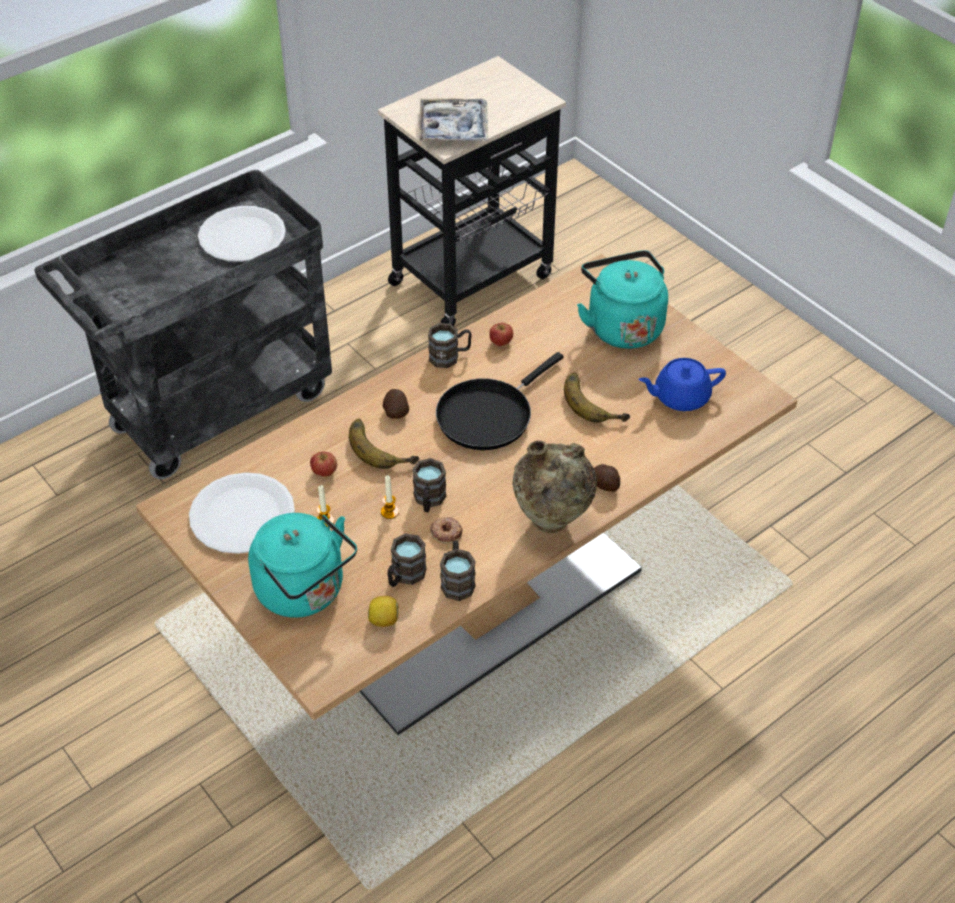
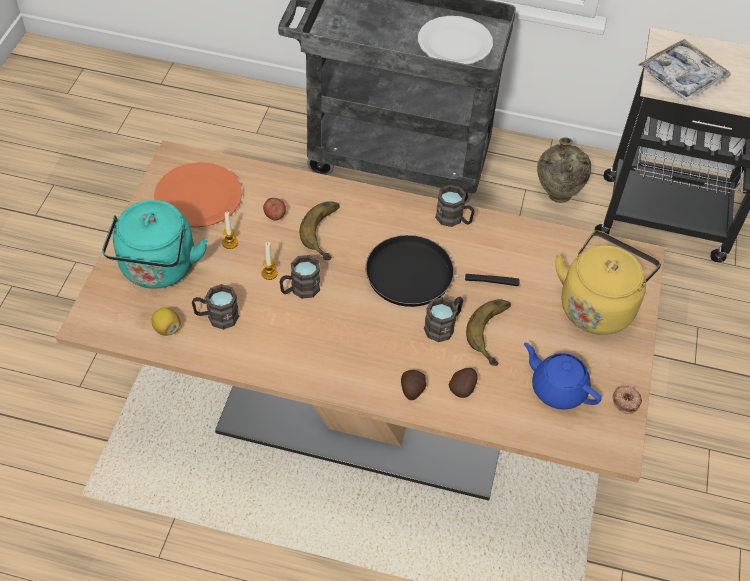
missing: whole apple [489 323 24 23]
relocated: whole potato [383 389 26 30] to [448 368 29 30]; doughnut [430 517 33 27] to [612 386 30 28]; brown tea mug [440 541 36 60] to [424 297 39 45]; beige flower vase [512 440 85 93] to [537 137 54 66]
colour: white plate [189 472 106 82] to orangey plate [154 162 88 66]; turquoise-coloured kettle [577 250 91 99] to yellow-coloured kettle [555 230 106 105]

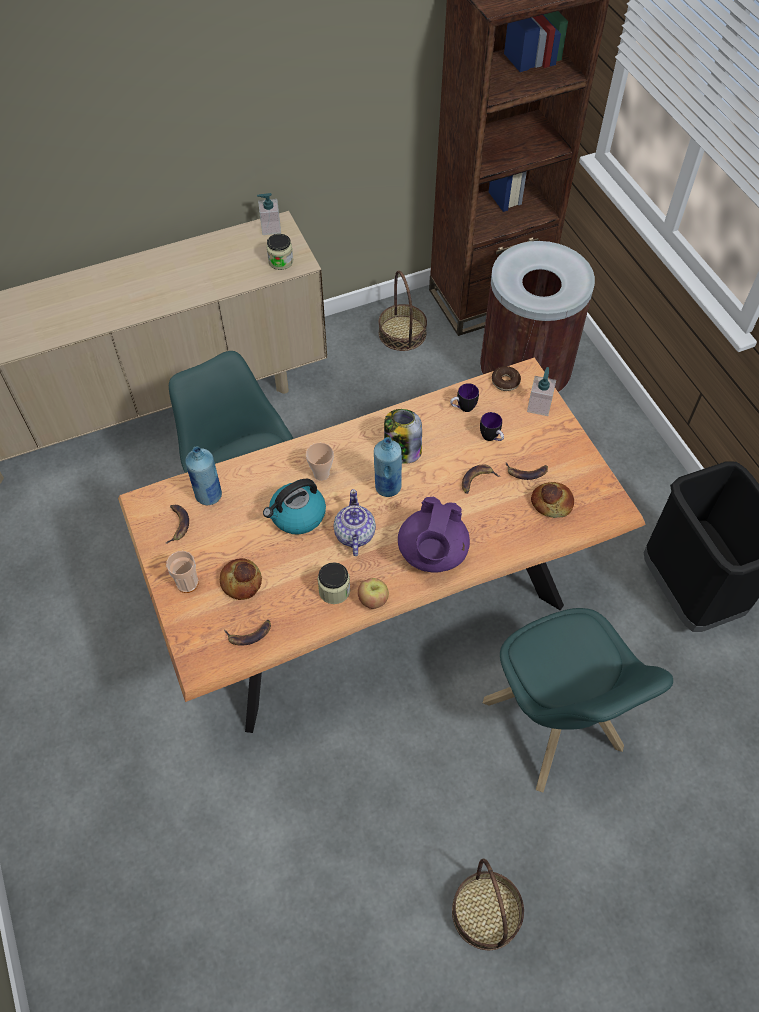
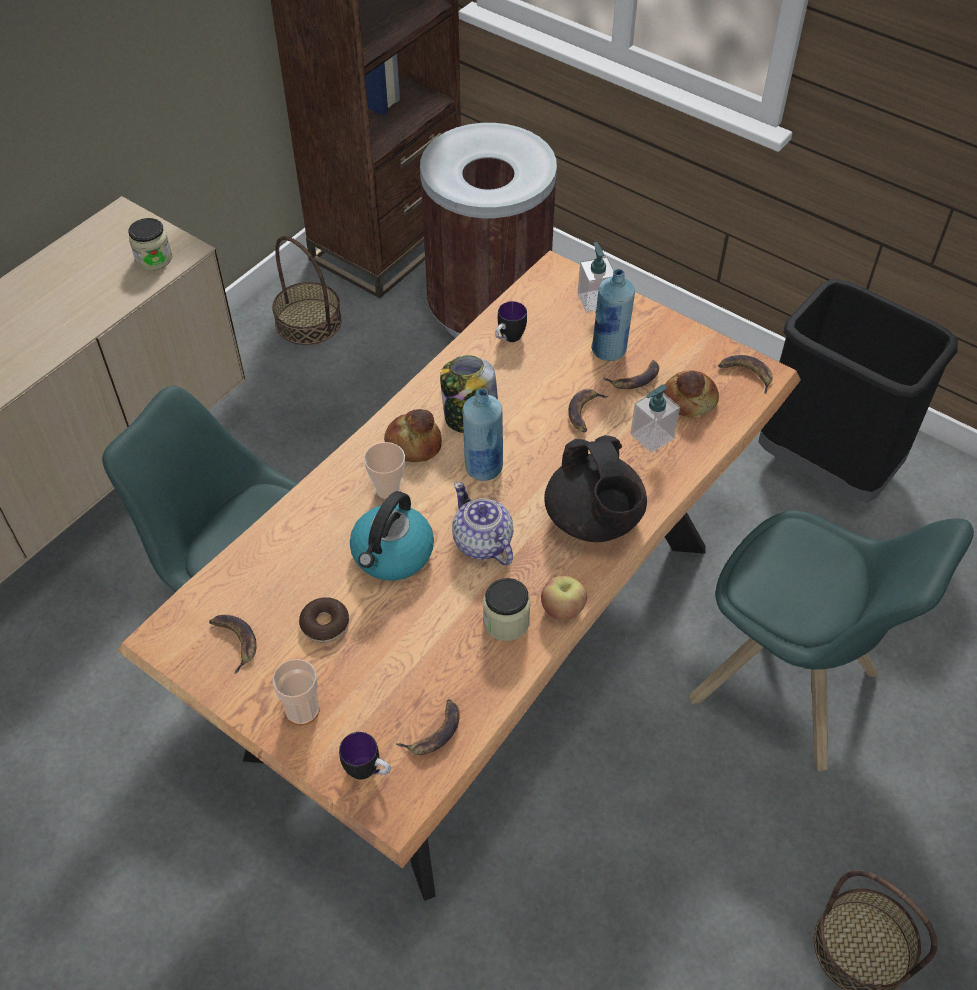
appeared: banana [718 355 55 39]
relocated: blue-coloured drink bottle [185 446 37 59] to [591 269 44 92]; bakery bread [220 558 42 42] to [384 409 58 53]; soap dispenser [257 193 24 42] to [630 384 50 69]; tea mug [480 412 24 29] to [339 732 52 48]; doughnut [492 366 29 25] to [299 597 50 46]
colour: purple tea pot [398 496 72 76] to blackish tea pot [544 435 103 107]

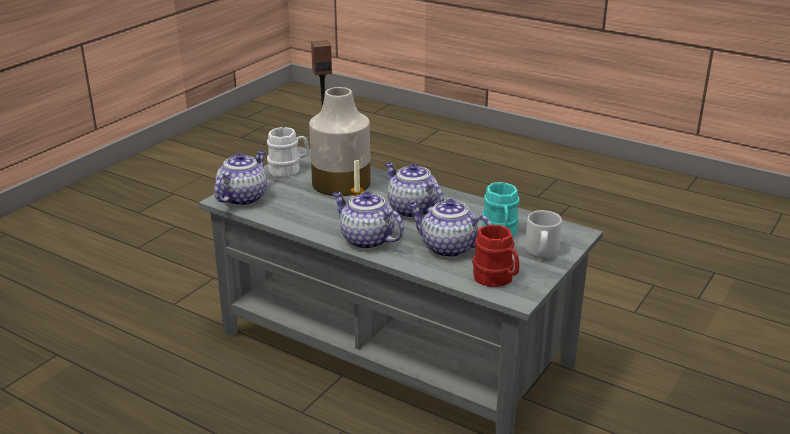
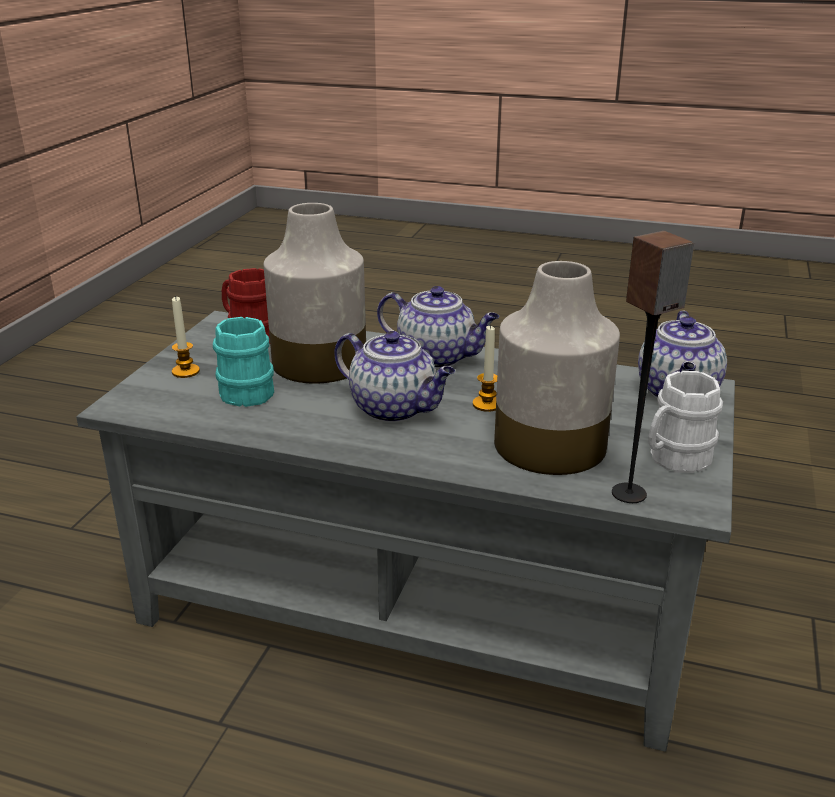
exchanged: tea pot [408 199 84 59] to beige flower vase [264 203 102 181]; gray tea mug [525 210 37 48] to candle [172 296 28 82]

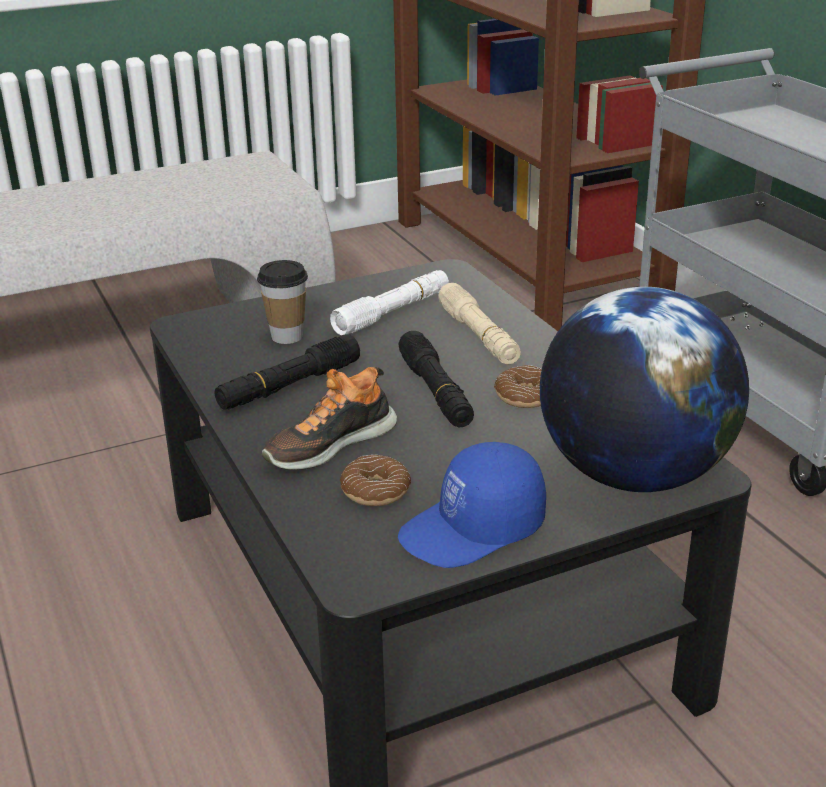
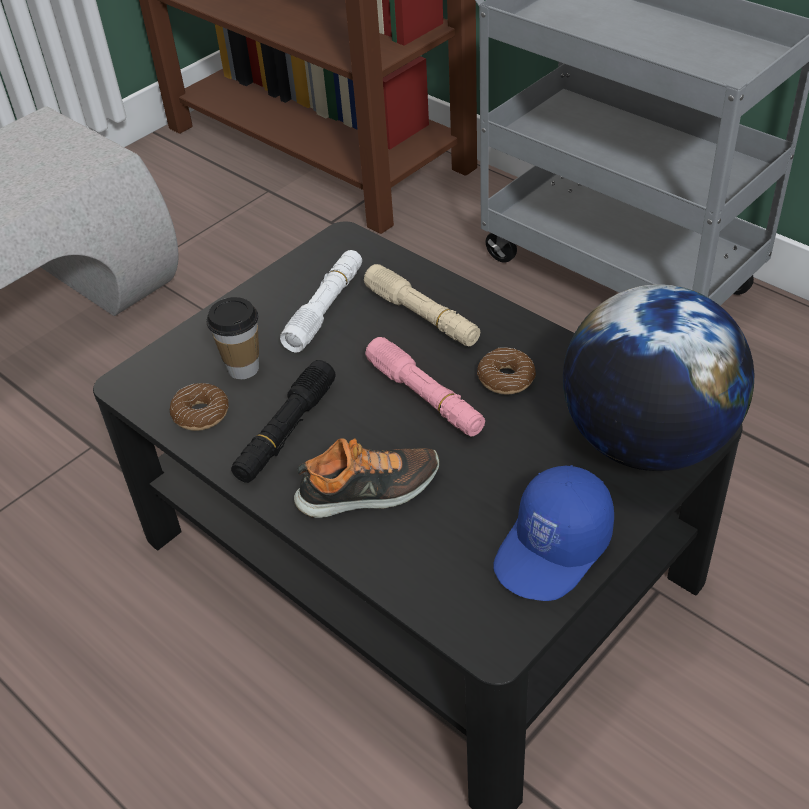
relocated: doughnut [340 455 71 51] to [170 383 59 48]
colour: blackish hand torch [398 331 76 96] to pink hand torch [365 337 120 99]
spun: shoe [262 367 135 103] = [294 438 145 80] 135 degrees counterclockwise

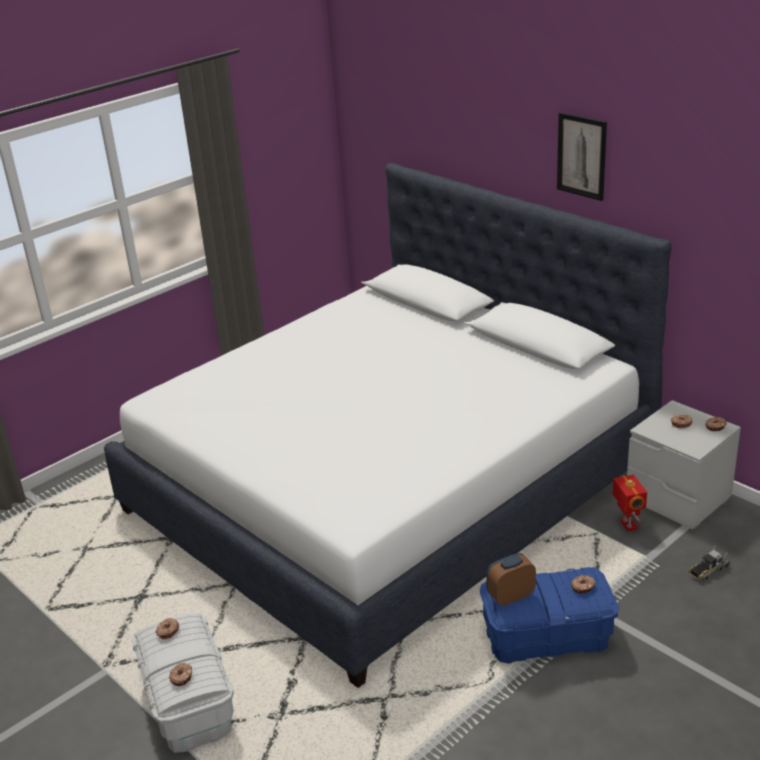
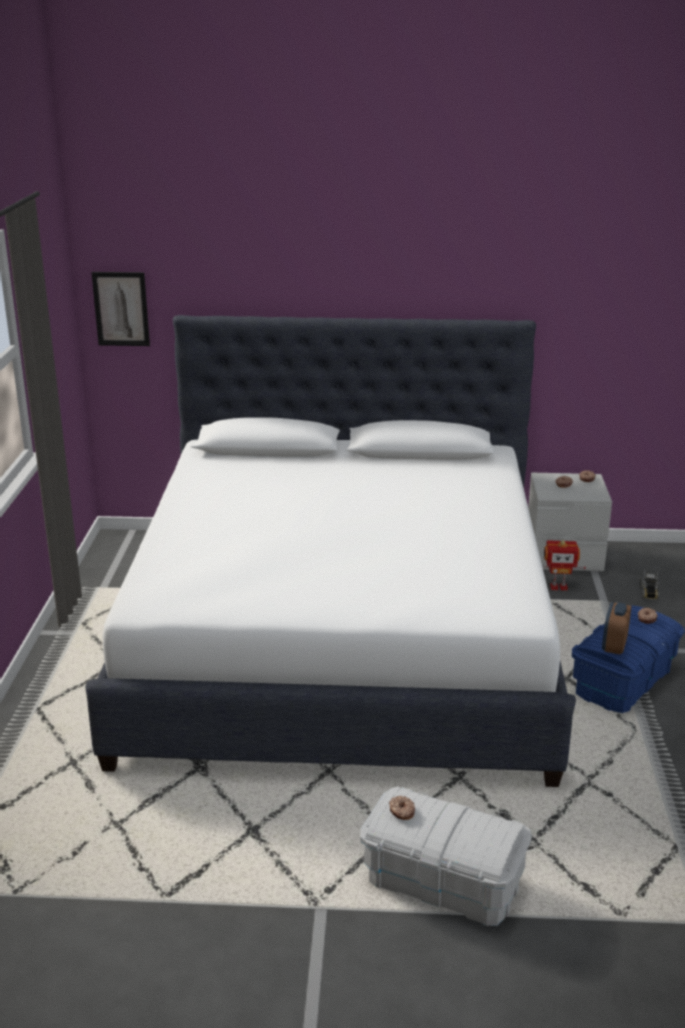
missing: doughnut [169 663 23 23]
relocated: picture [557 112 50 89] to [91 272 59 74]
spun: toy robot [613 475 34 56] = [542 540 44 51] 150 degrees clockwise

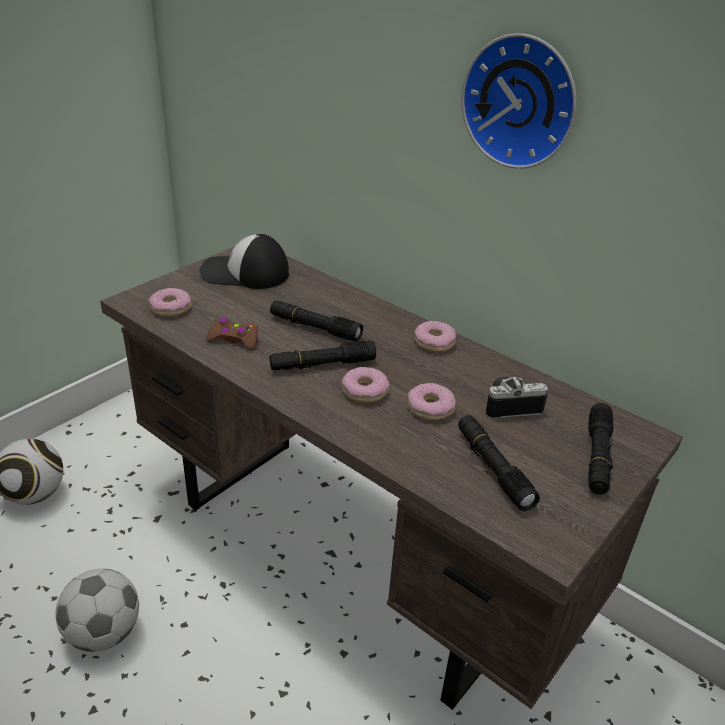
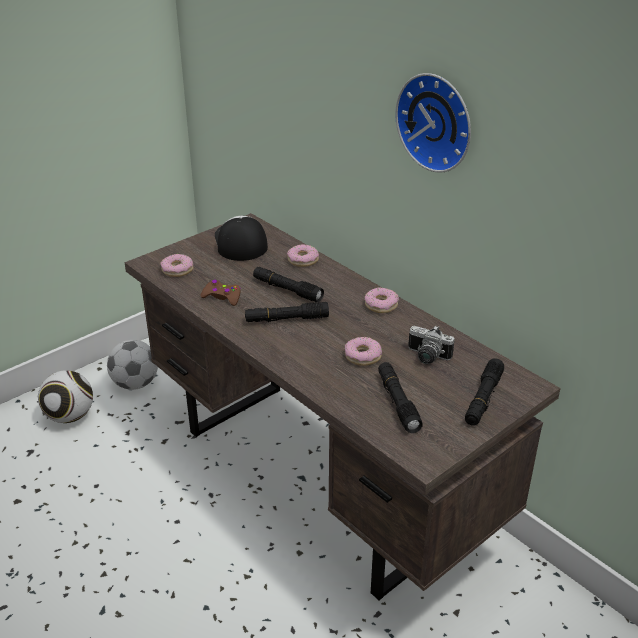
relocated: ball for football [55 569 84 83] to [107 340 51 50]; doughnut [341 367 49 36] to [287 244 32 23]
spun: cap [199 234 90 55] = [215 216 53 45] 60 degrees clockwise; still camera [486 376 62 43] = [408 325 47 39] 150 degrees counterclockwise

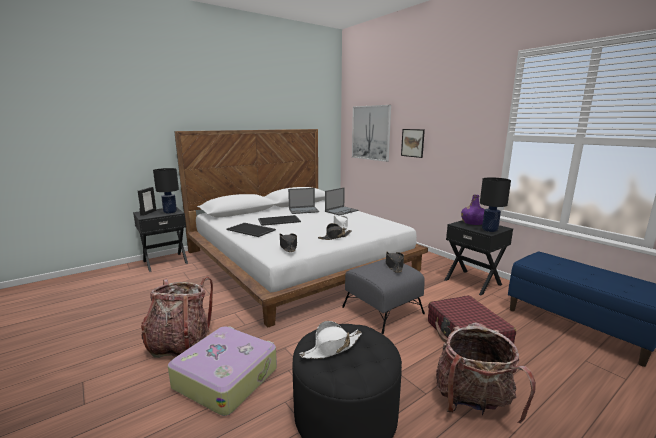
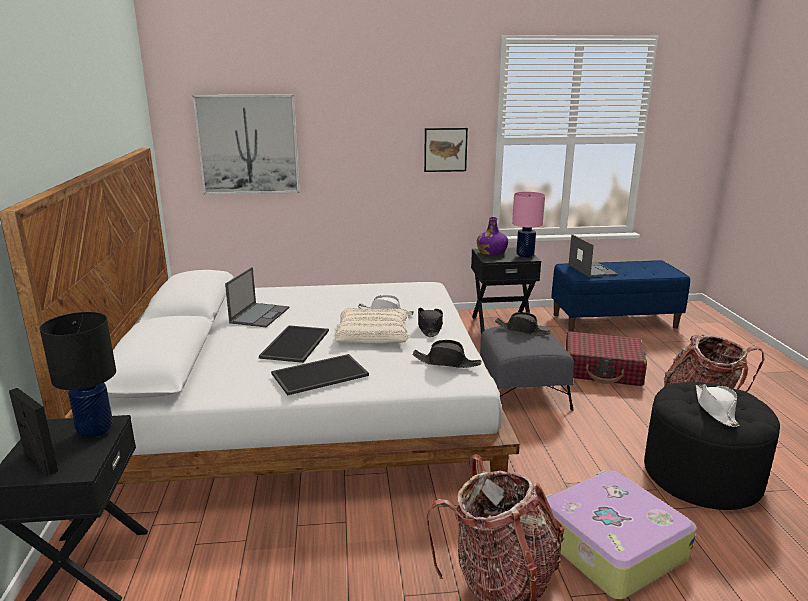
appeared: beige throw pillow [335 307 74 36]
relocated: laptop [325 187 33 29] to [569 234 49 43]; picture [401 129 24 29] to [424 128 44 44]
colour: blackish tabletop lamp [480 177 31 55] to pink tabletop lamp [512 192 33 65]

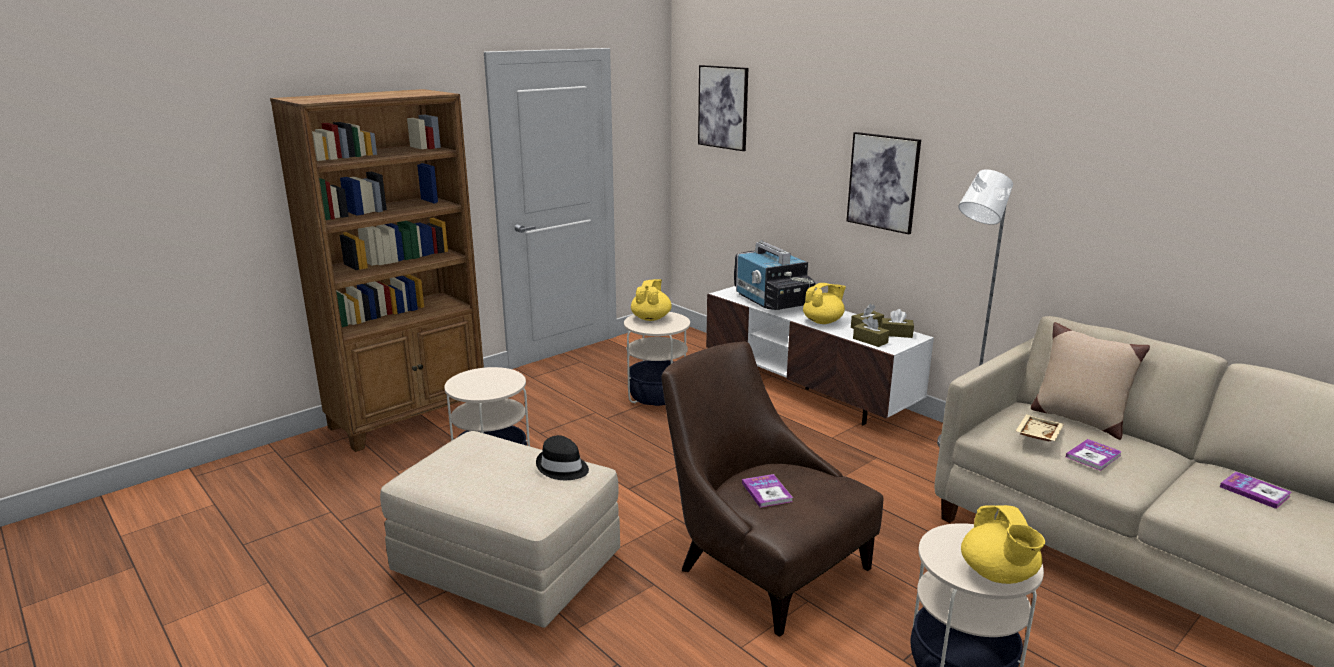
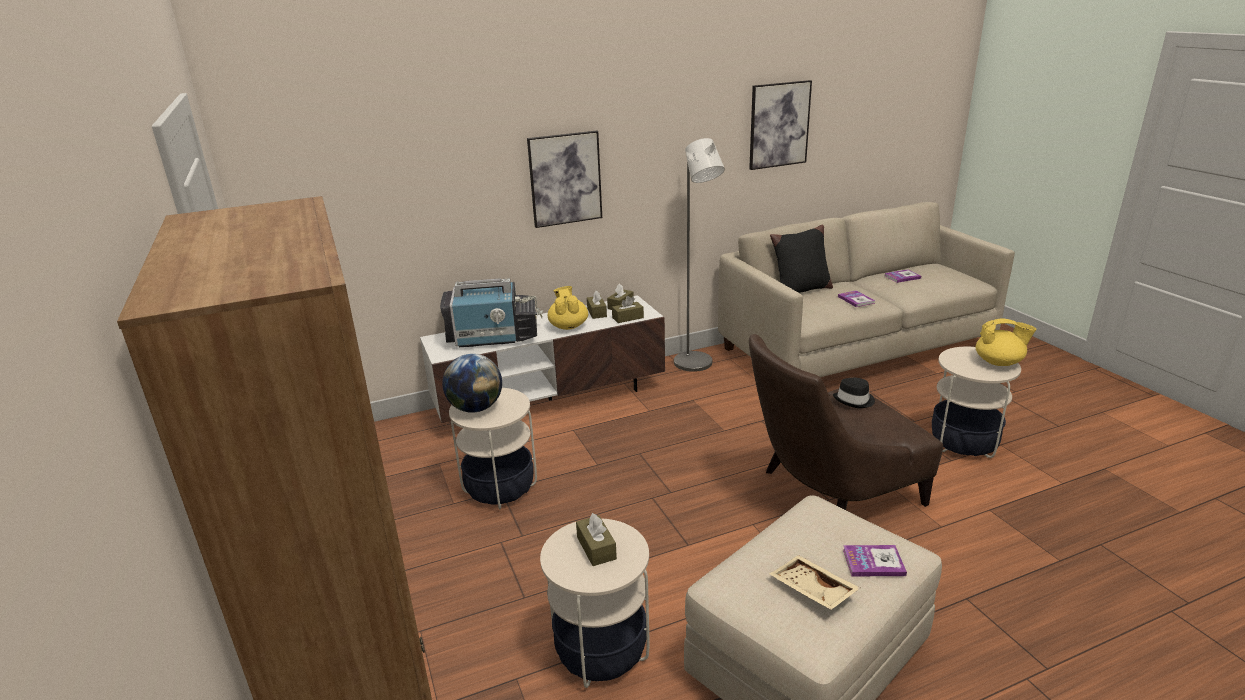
appeared: brown tissue box [576 513 41 53]
relocated: blackish clothing hat [536 435 53 45] to [833 378 42 30]; picture [698 65 50 86] to [749 80 63 90]; volume [742 474 51 34] to [843 545 64 31]; beige serving tray [1015 414 49 28] to [769 555 91 55]
exchanged: yellow-coloured tea pot [631 279 41 42] to desk globe [442 354 60 59]
colour: beige throw pillow [1031 322 119 118] to blackish throw pillow [770 225 63 68]

